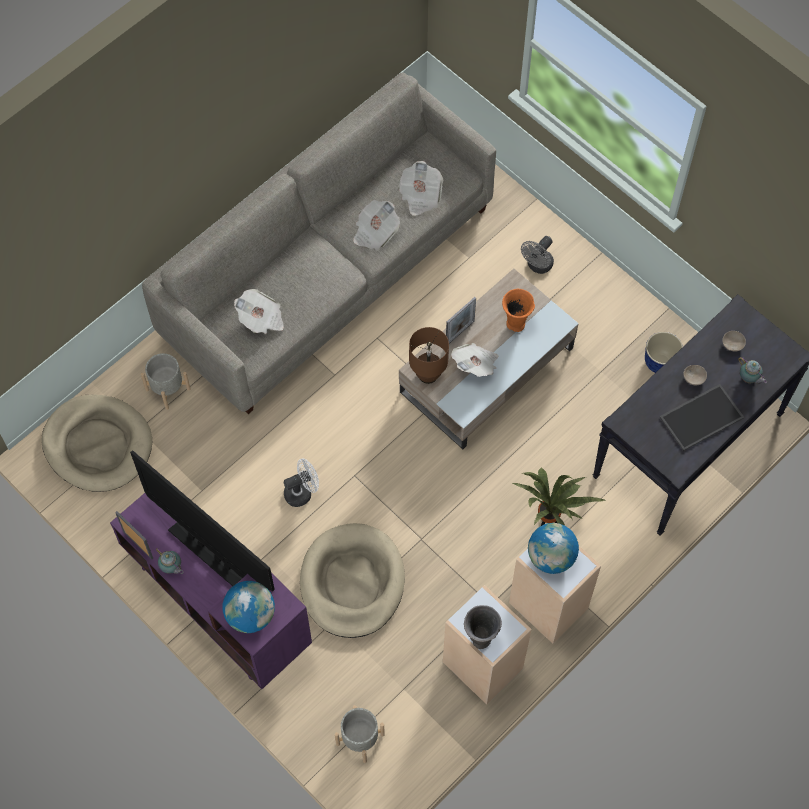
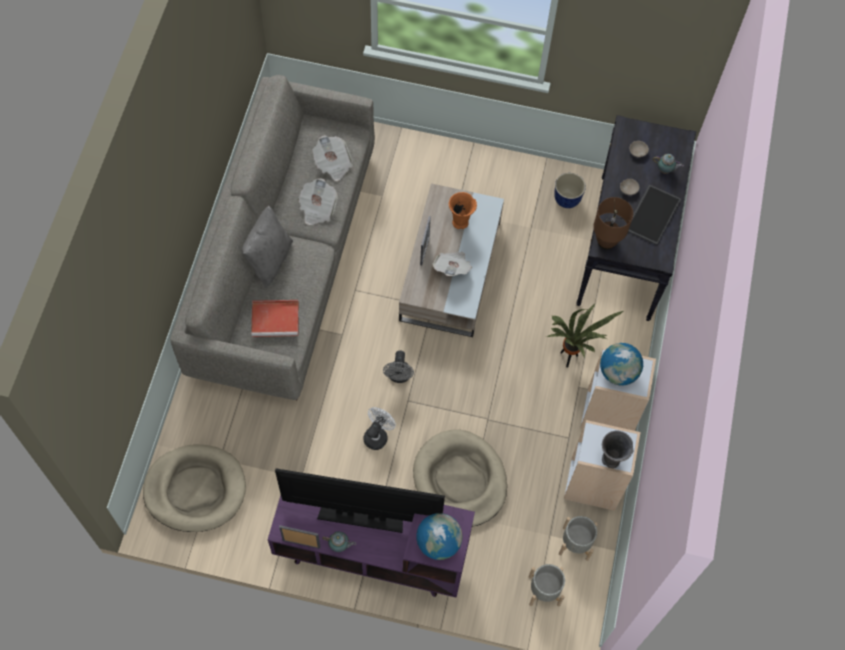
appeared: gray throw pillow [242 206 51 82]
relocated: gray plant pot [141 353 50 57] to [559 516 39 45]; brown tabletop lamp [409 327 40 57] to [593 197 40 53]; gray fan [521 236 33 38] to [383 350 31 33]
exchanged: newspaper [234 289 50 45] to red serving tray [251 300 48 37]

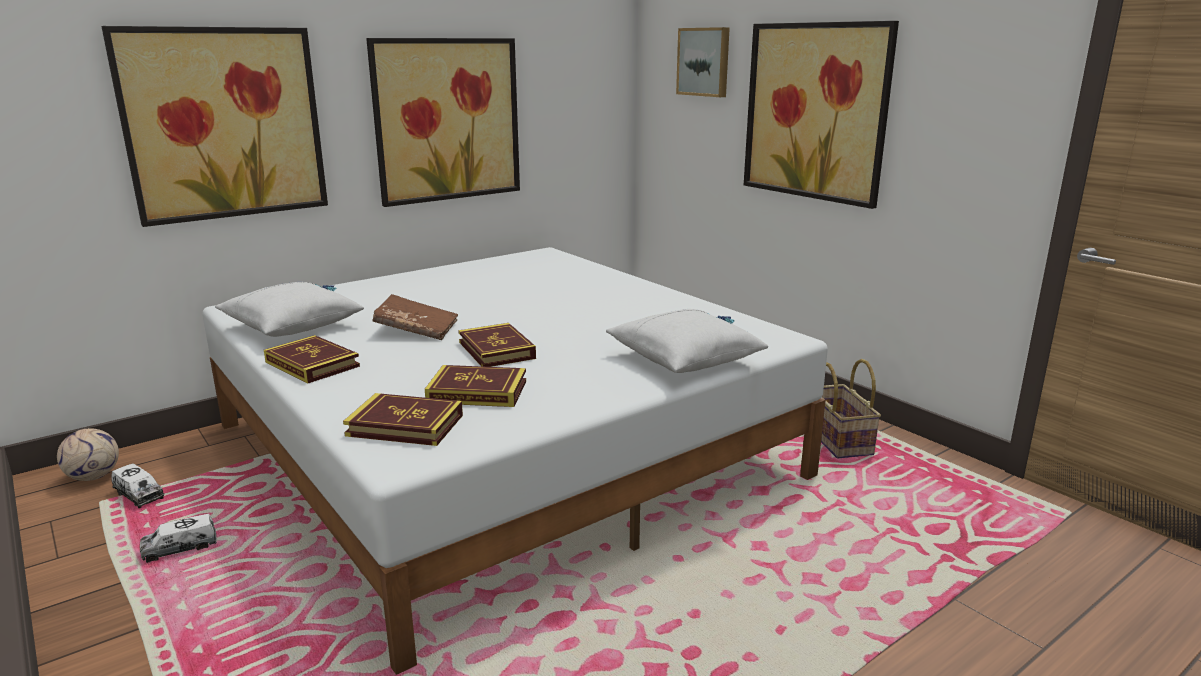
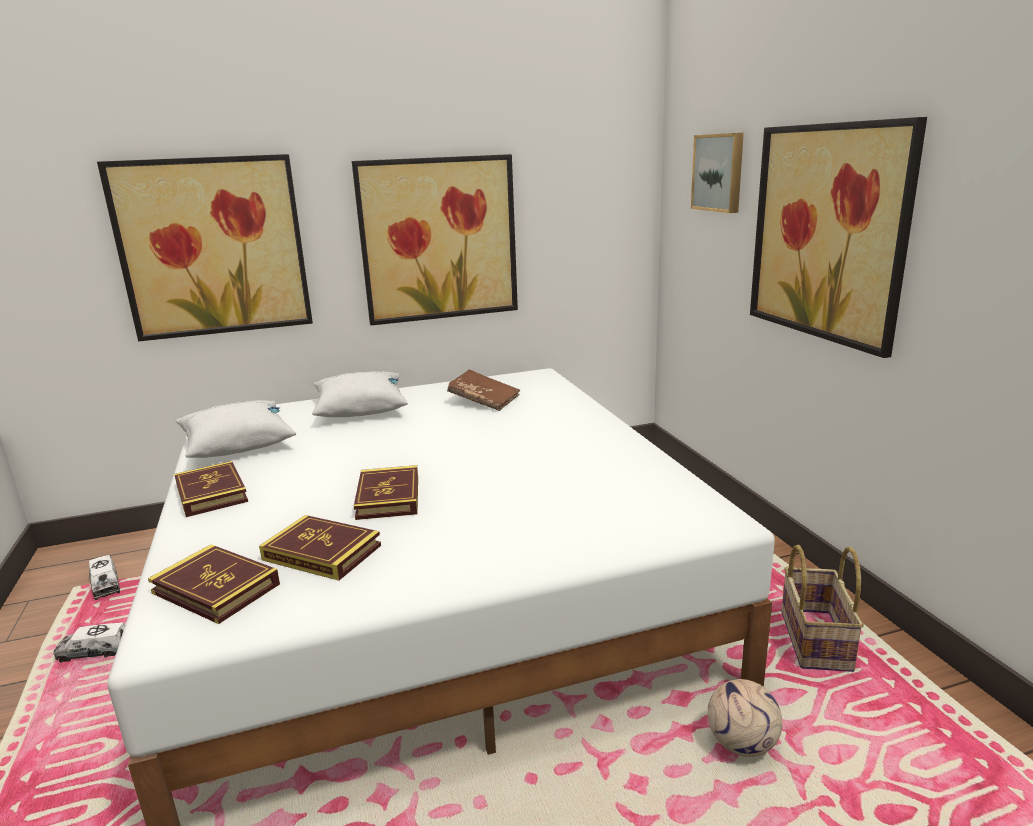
relocated: ball for football [57 428 62 53] to [708 679 75 78]; brown volume [372 294 86 46] to [447 369 73 42]; gray throw pillow [606 309 162 64] to [312 371 96 46]

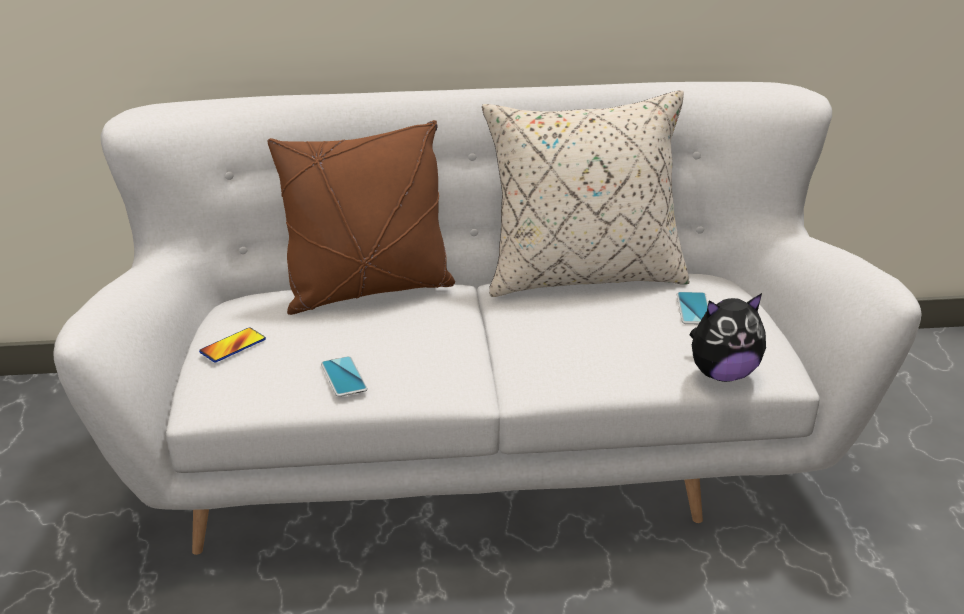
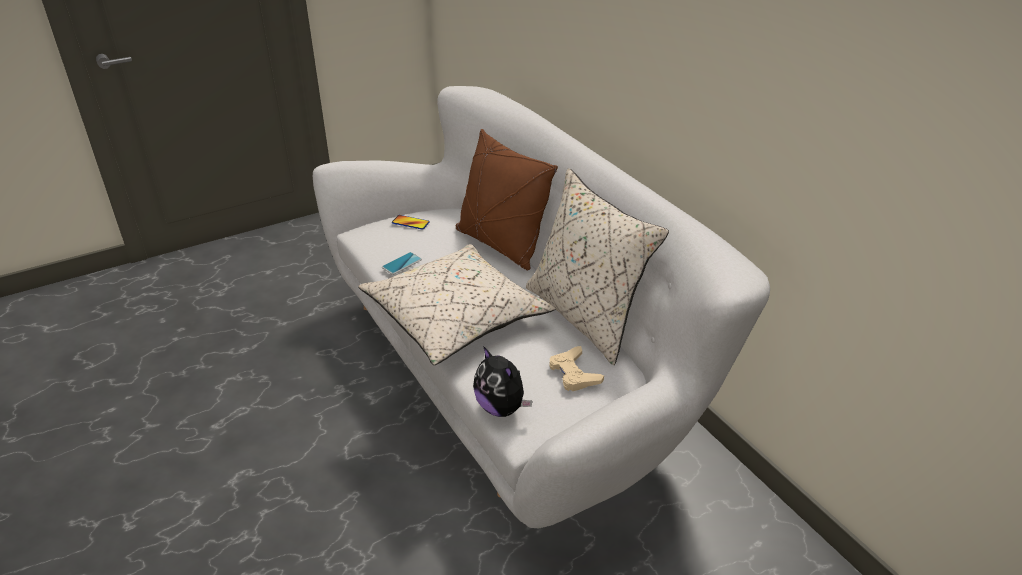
appeared: beige throw pillow [358 244 198 121]
exchanged: telephone [677 292 31 32] to beige gamepad [549 346 55 45]

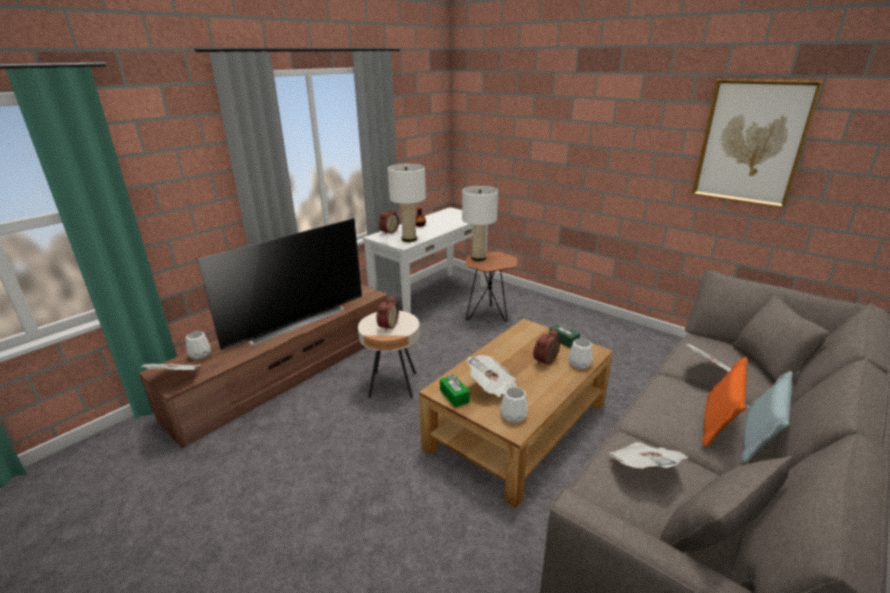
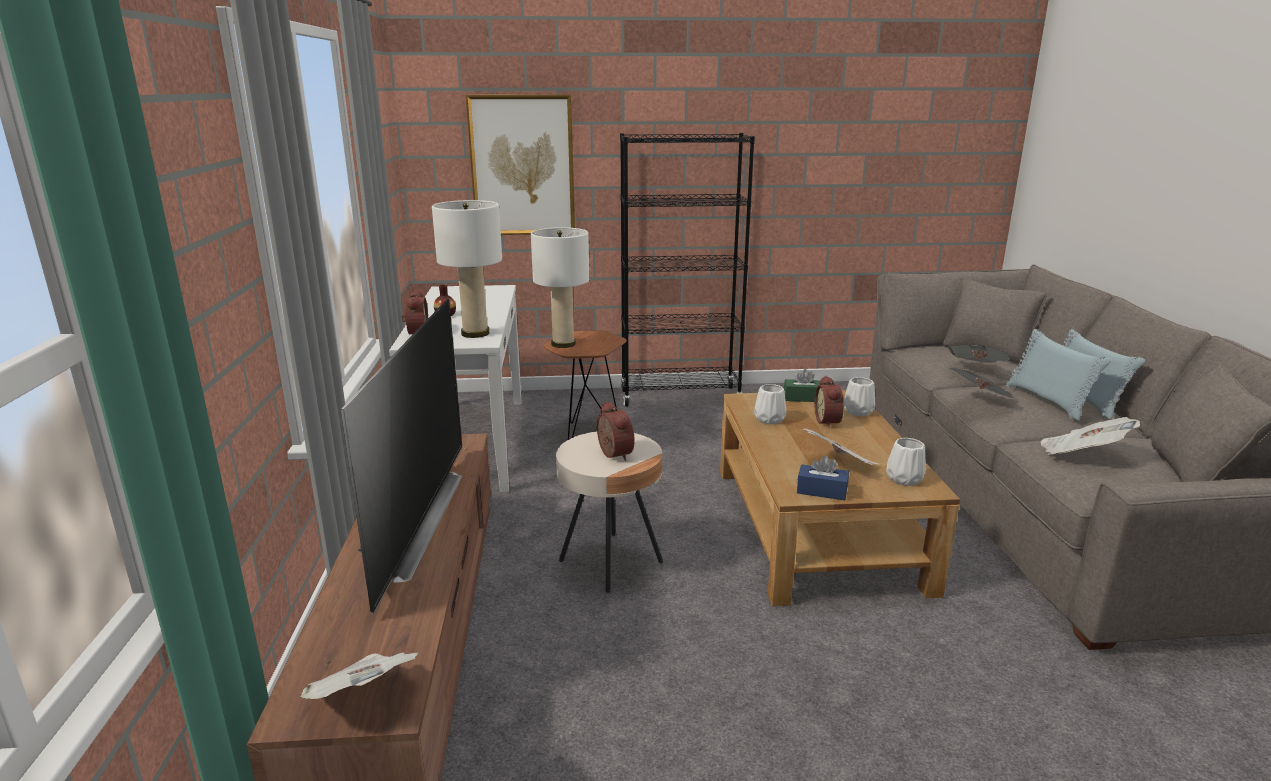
appeared: blackish bookcase [620 133 135 274]; newspaper [950 368 63 30]
relocated: white flower vase [186 331 25 29] to [754 384 32 40]; picture [692 79 131 129] to [466 95 109 140]
colour: greenish tissue box [440 374 30 33] to blue-coloured tissue box [797 455 52 45]; orangey throw pillow [701 357 46 90] to blue-coloured throw pillow [1006 329 105 92]

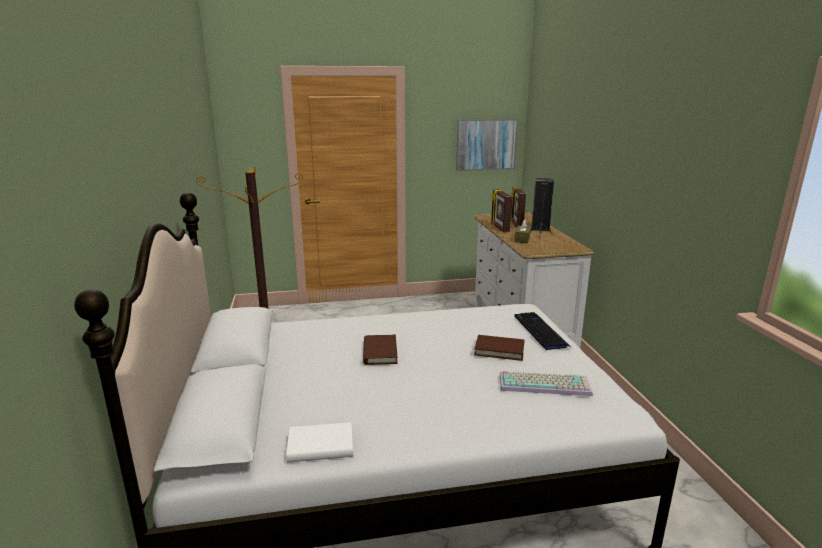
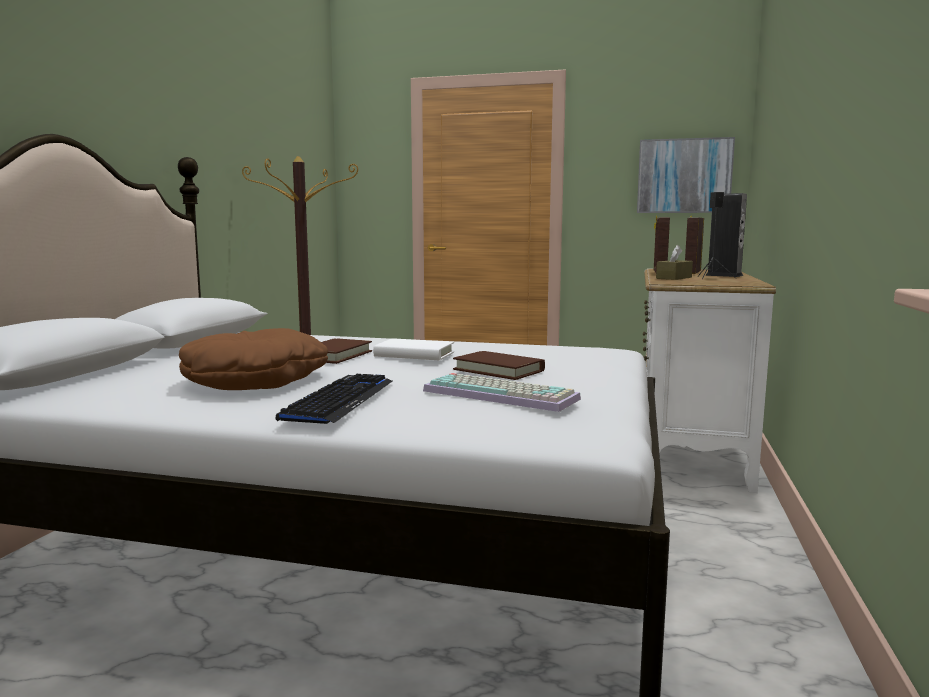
appeared: brown throw pillow [179 328 149 62]
relocated: white volume [286 422 67 40] to [373 338 81 22]; computer keyboard [514 312 57 39] to [276 374 116 50]

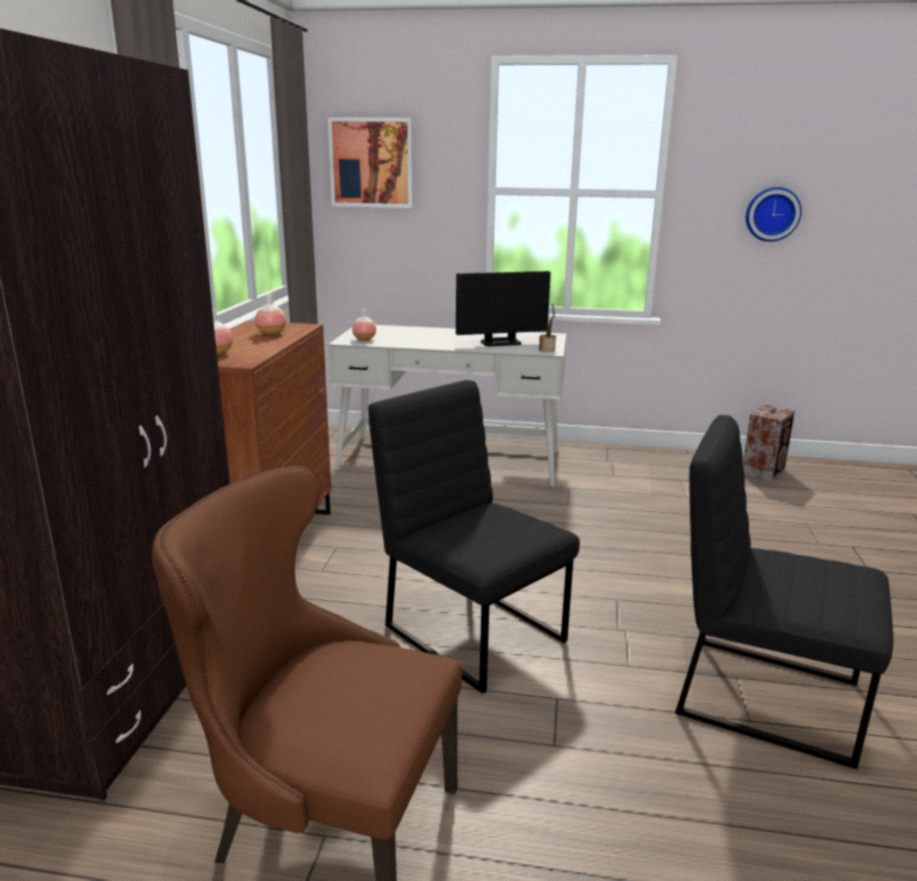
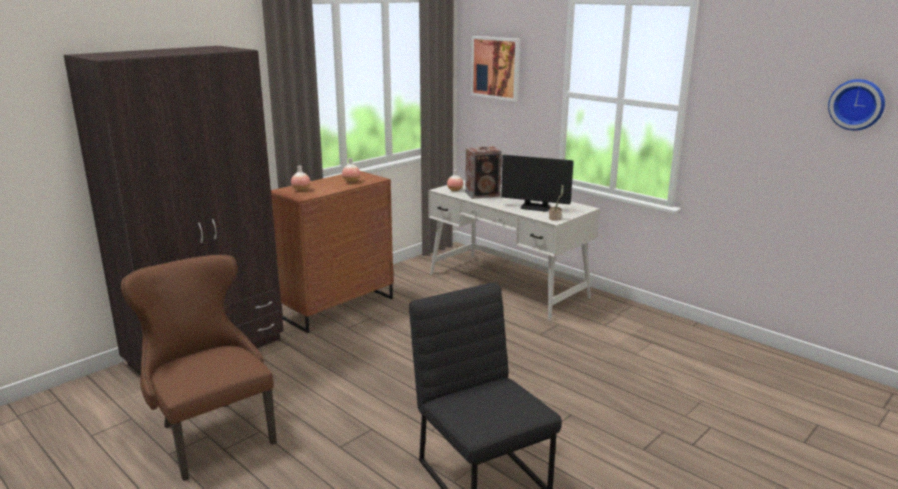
missing: blackish plain chair [368 380 212 314]
relocated: audio speaker [742 404 53 77] to [465 146 36 53]; clock on the wall [746 187 56 55] to [828 79 57 52]

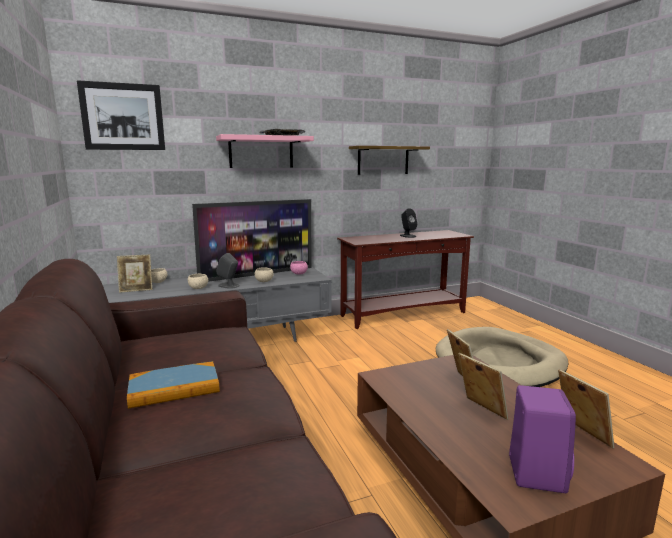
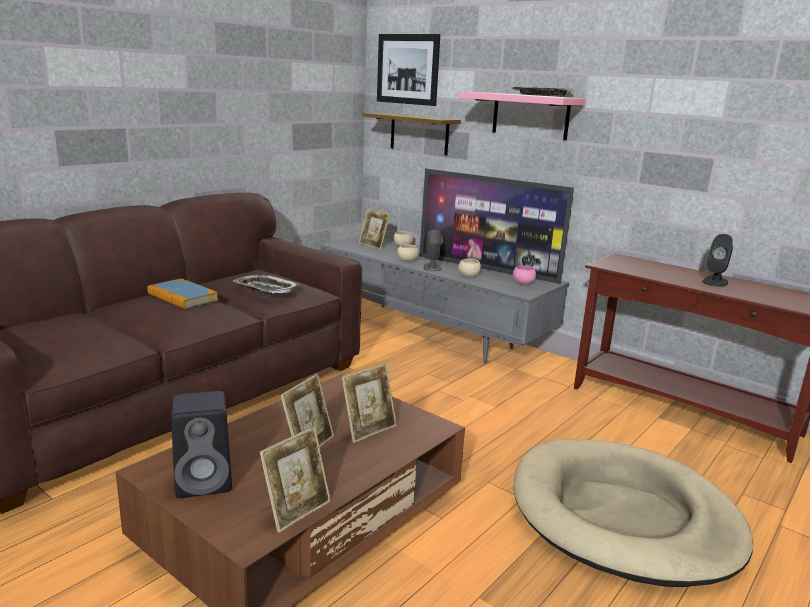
appeared: serving tray [233 275 66 19]
relocated: wall shelf [349 146 81 29] to [362 113 99 42]
colour: purple audio speaker [509 385 67 108] to blackish audio speaker [171 391 61 107]

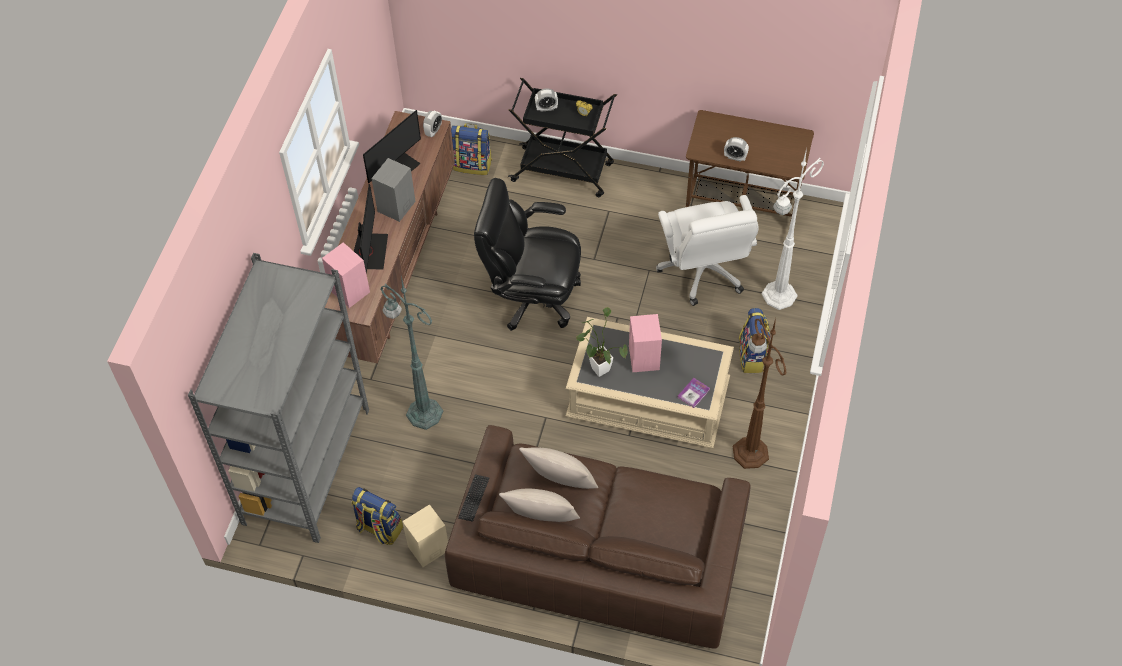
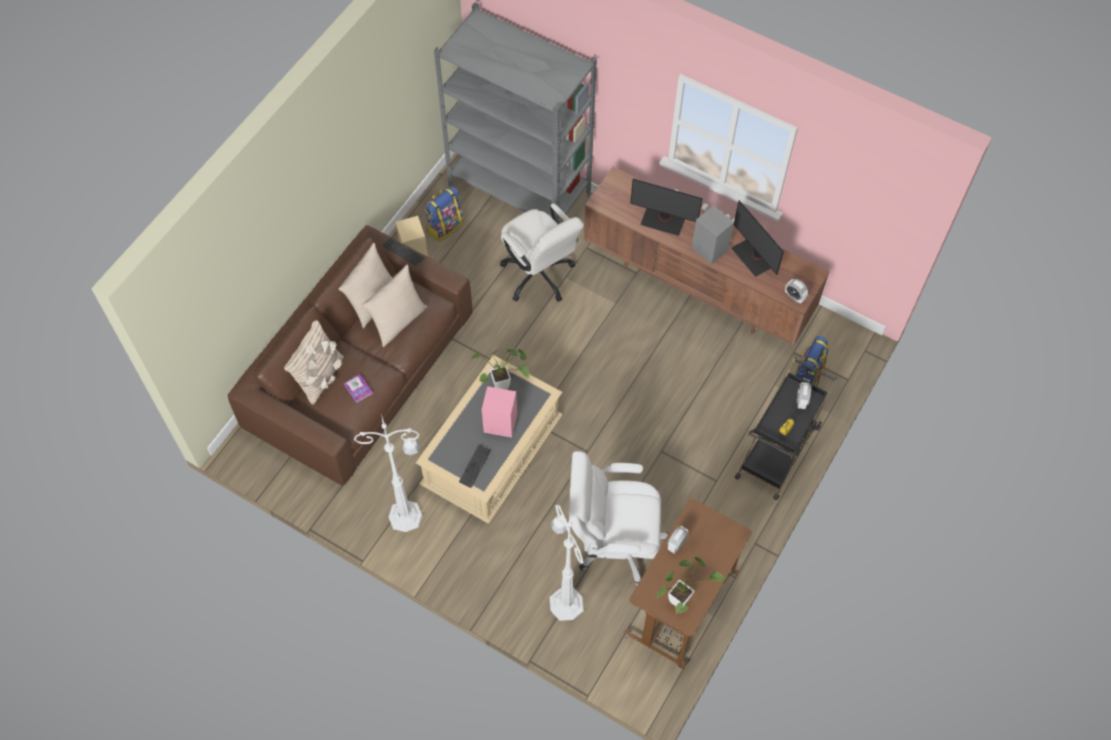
missing: pink audio speaker [322 242 48 66]; blackish computer chair [474 178 107 153]; backpack [739 308 31 65]
appeared: beige throw pillow [284 320 60 84]; computer keyboard [459 445 32 43]; houseplant [657 557 67 56]
relocated: volume [677 378 33 30] to [344 374 29 29]
exchanged: greenish floor lamp [380 276 63 154] to white computer chair [500 203 84 99]
colour: brown floor lamp [733 318 54 151] to white floor lamp [354 414 68 118]

